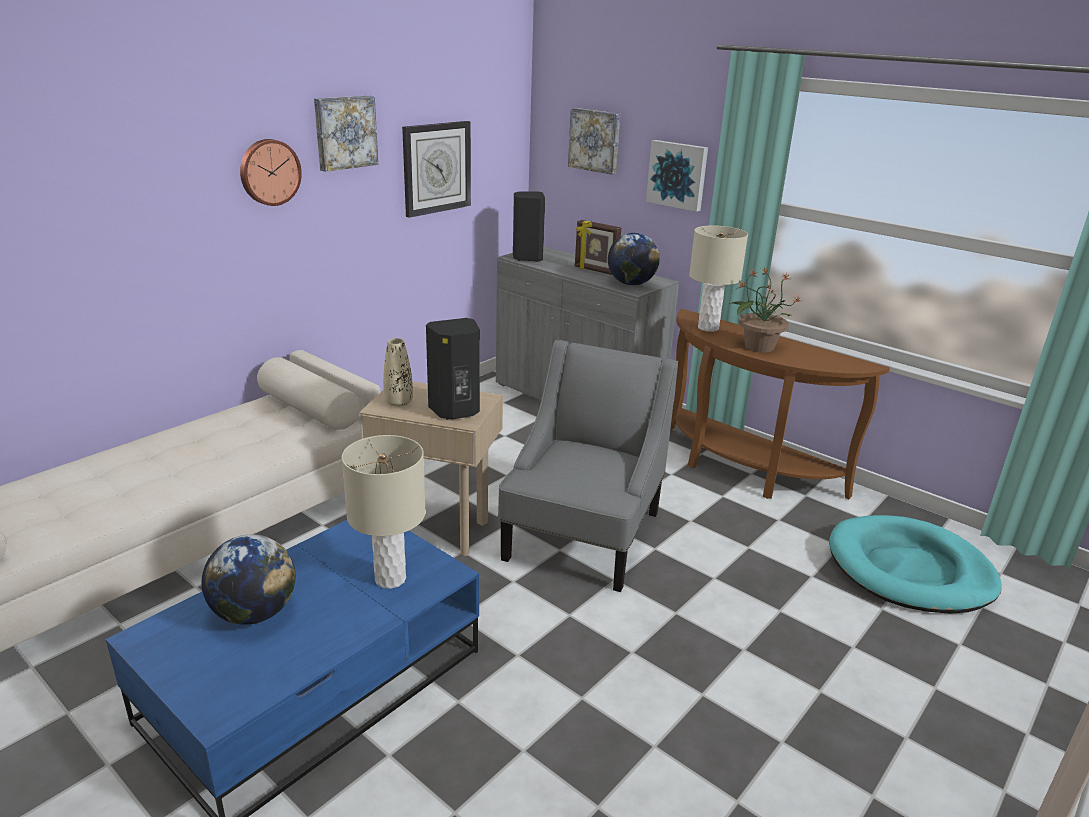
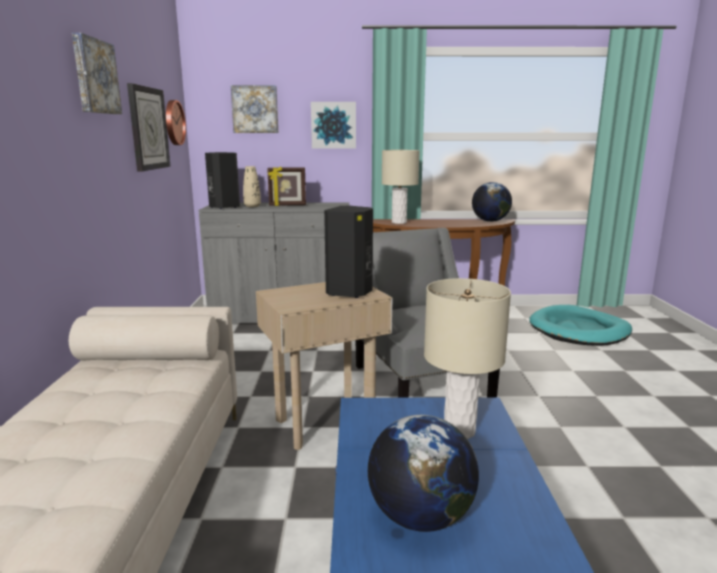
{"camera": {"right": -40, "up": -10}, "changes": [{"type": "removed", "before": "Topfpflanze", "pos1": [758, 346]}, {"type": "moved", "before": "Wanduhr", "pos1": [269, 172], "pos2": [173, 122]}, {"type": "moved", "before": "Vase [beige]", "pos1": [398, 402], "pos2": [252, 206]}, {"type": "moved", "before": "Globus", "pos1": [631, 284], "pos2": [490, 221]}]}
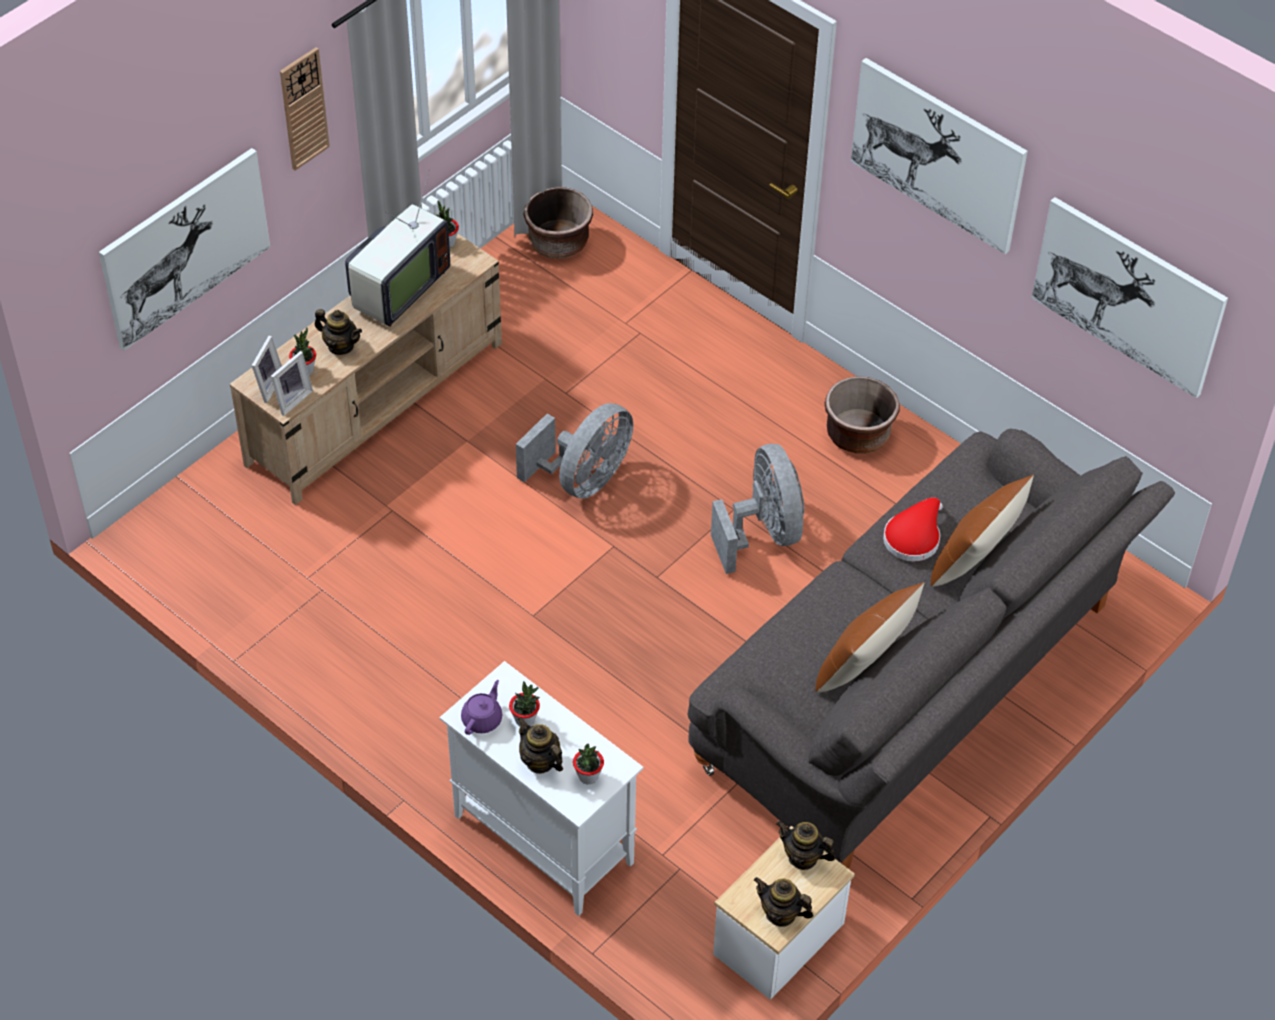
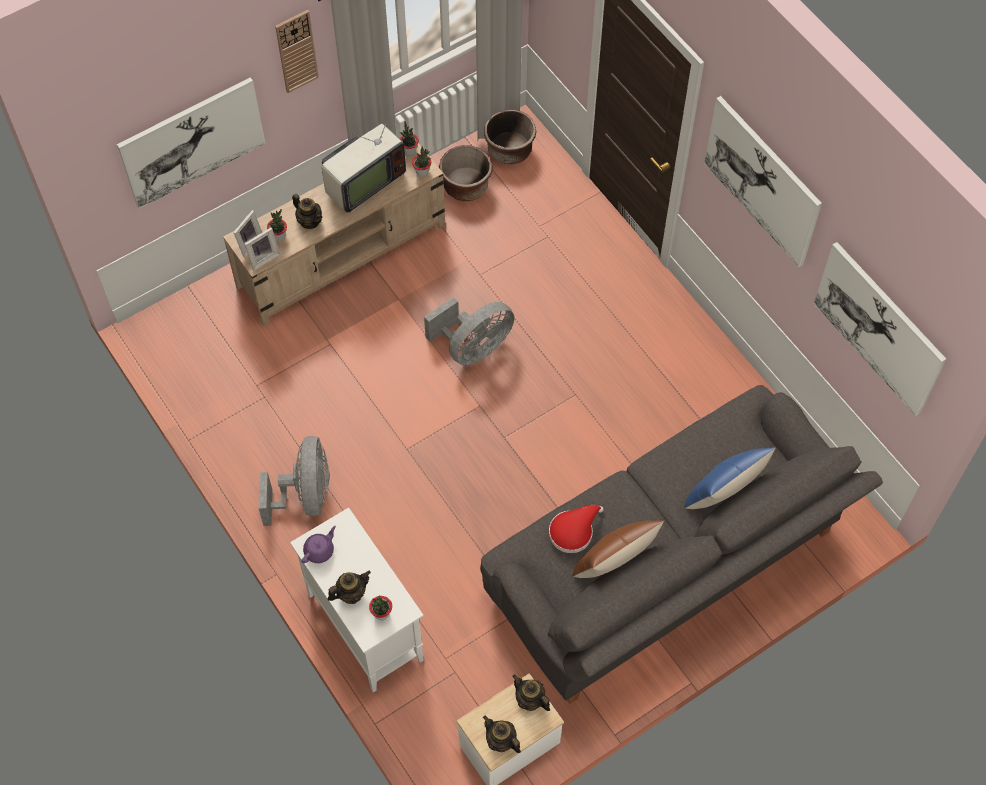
{"camera": {"right": 15, "up": 10}, "changes": [{"type": "moved", "before": "Topfpflanze", "pos1": [525, 720], "pos2": [422, 172]}, {"type": "moved", "before": "Ventilator [grau]", "pos1": [763, 533], "pos2": [305, 496]}, {"type": "moved", "before": "Pflanzkübel [braun]", "pos1": [858, 435], "pos2": [465, 186]}, {"type": "moved", "before": "Hut [rot]", "pos1": [913, 537], "pos2": [573, 531]}, {"type": "recoloured", "before": "Kissen [braun]", "after": "Kissen [blau]", "pos1": [974, 561], "pos2": [723, 494]}, {"type": "turned", "before": "Teekanne", "pos1": [540, 761], "pos2": [350, 593], "turn": 90}]}
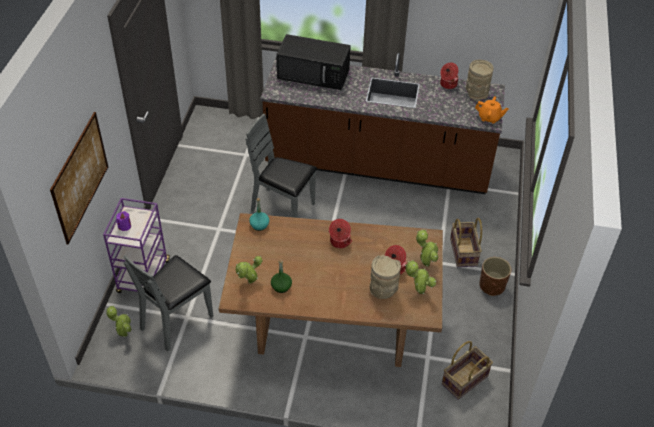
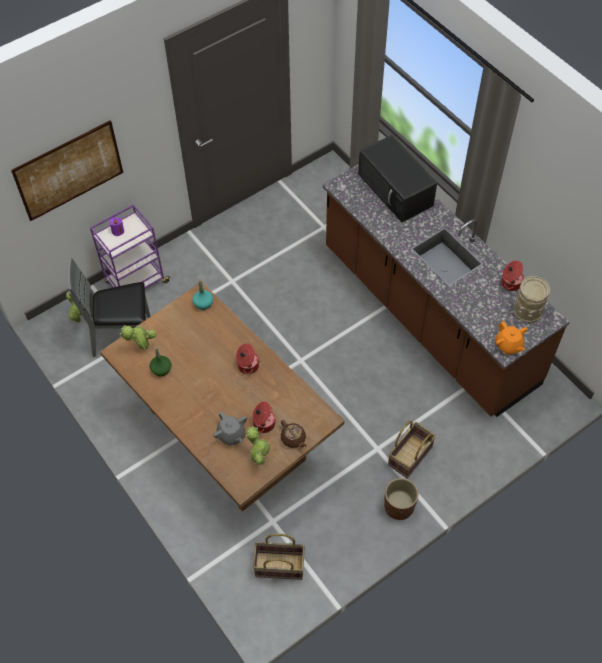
{"camera": {"right": 45, "up": 10}, "changes": [{"type": "removed", "before": "Stuhl [grau]", "pos1": [283, 208]}, {"type": "replaced", "before": "Vase [beige]", "after": "Teekanne [grau]", "pos1": [383, 291], "pos2": [231, 435]}, {"type": "replaced", "before": "Topfpflanze", "after": "Teekanne [braun]", "pos1": [425, 263], "pos2": [293, 439]}]}
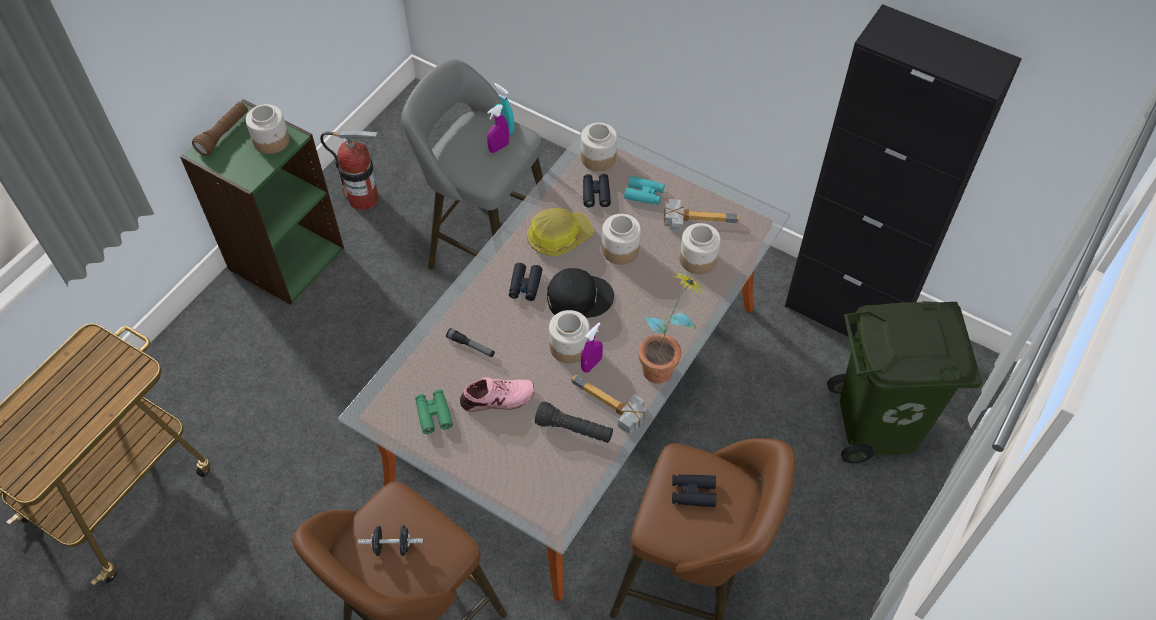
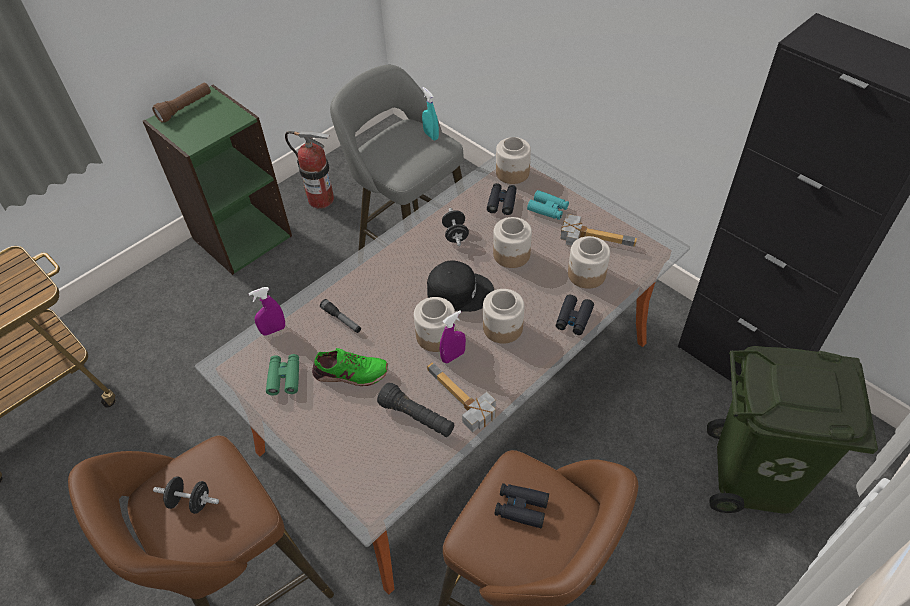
{"camera": {"right": 15, "up": -5}, "changes": [{"type": "removed", "before": "Topfpflanze", "pos1": [665, 364]}, {"type": "moved", "before": "Vorratsglas", "pos1": [272, 141], "pos2": [503, 328]}, {"type": "moved", "before": "Sprühflasche [lila]", "pos1": [499, 147], "pos2": [273, 330]}, {"type": "moved", "before": "Fernglas [schwarz]", "pos1": [525, 285], "pos2": [573, 318]}, {"type": "replaced", "before": "Schutzhelm", "after": "Hantel [schwarz]", "pos1": [558, 237], "pos2": [455, 234]}, {"type": "recoloured", "before": "Schuh [rosa]", "after": "Schuh [grün]", "pos1": [497, 399], "pos2": [350, 374]}]}
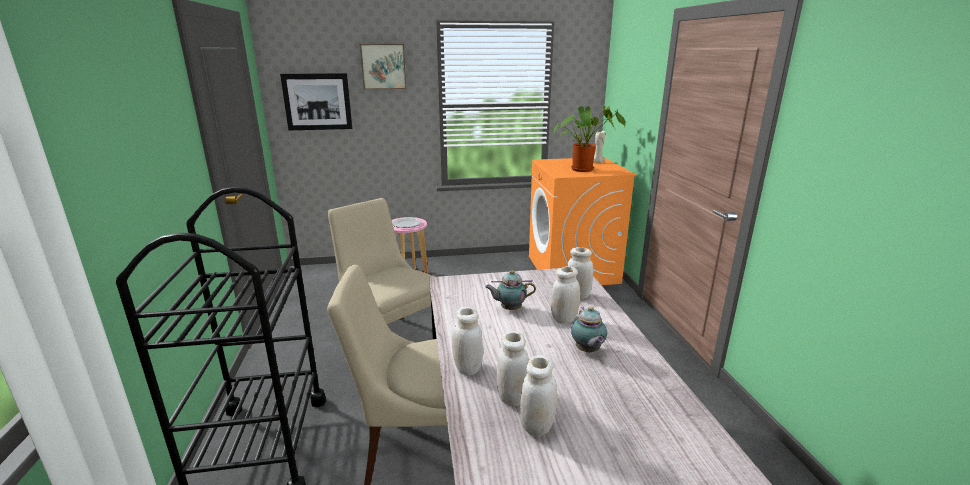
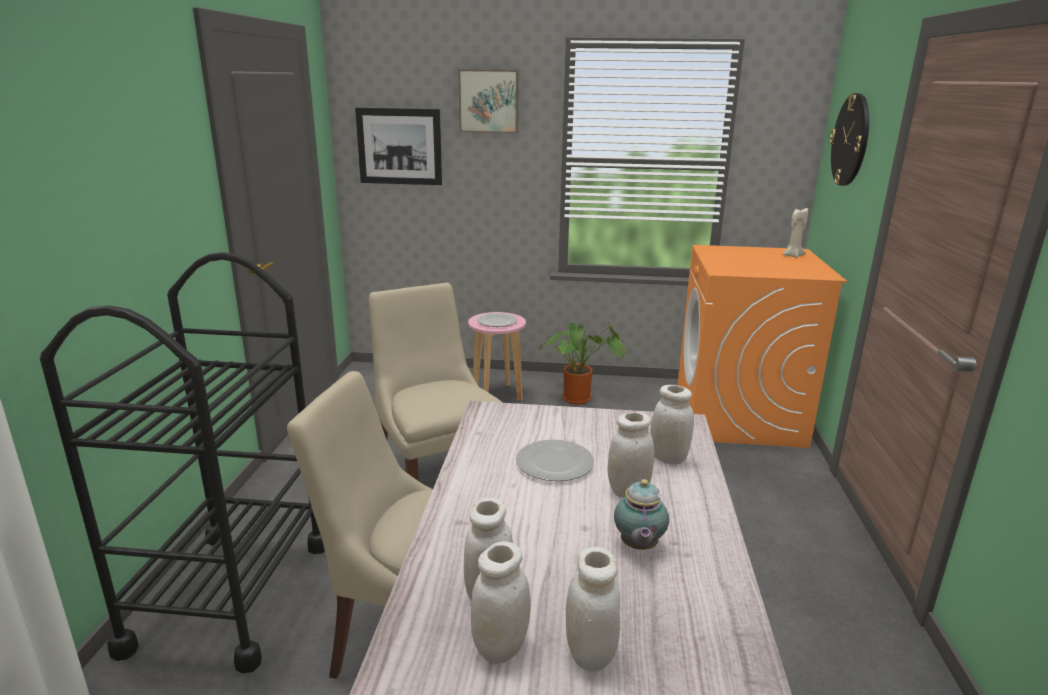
{"camera": {"right": 15, "up": 0}, "changes": [{"type": "added", "after": "Wanduhr", "pos2": [851, 140]}, {"type": "moved", "before": "Vorratsglas [weiß]", "pos1": [467, 368], "pos2": [590, 654]}, {"type": "moved", "before": "Topfpflanze", "pos1": [584, 169], "pos2": [580, 398]}, {"type": "replaced", "before": "Teekanne", "after": "Teller", "pos1": [509, 309], "pos2": [555, 463]}]}
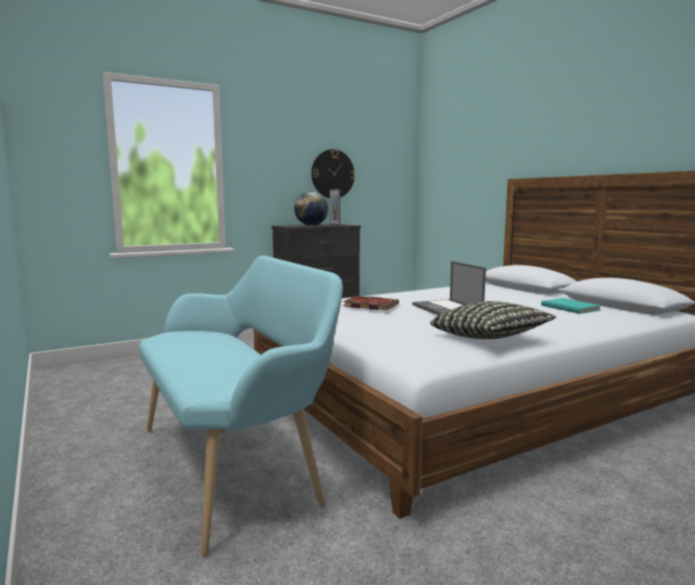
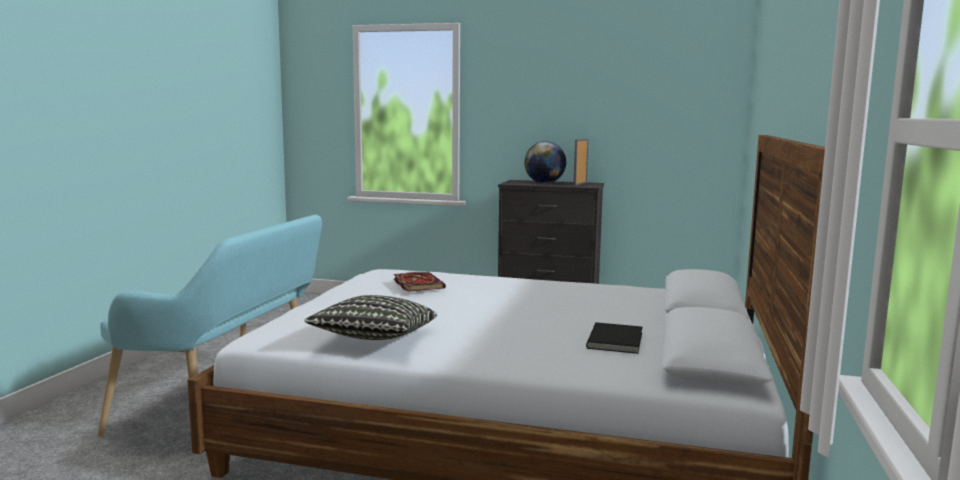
{"camera": {"right": 45, "up": 0}, "changes": [{"type": "removed", "before": "Wanduhr", "pos1": [332, 174]}, {"type": "removed", "before": "Laptop", "pos1": [447, 309]}, {"type": "recoloured", "before": "Buch [türkis]", "after": "Buch [schwarz]", "pos1": [570, 307], "pos2": [617, 340]}]}
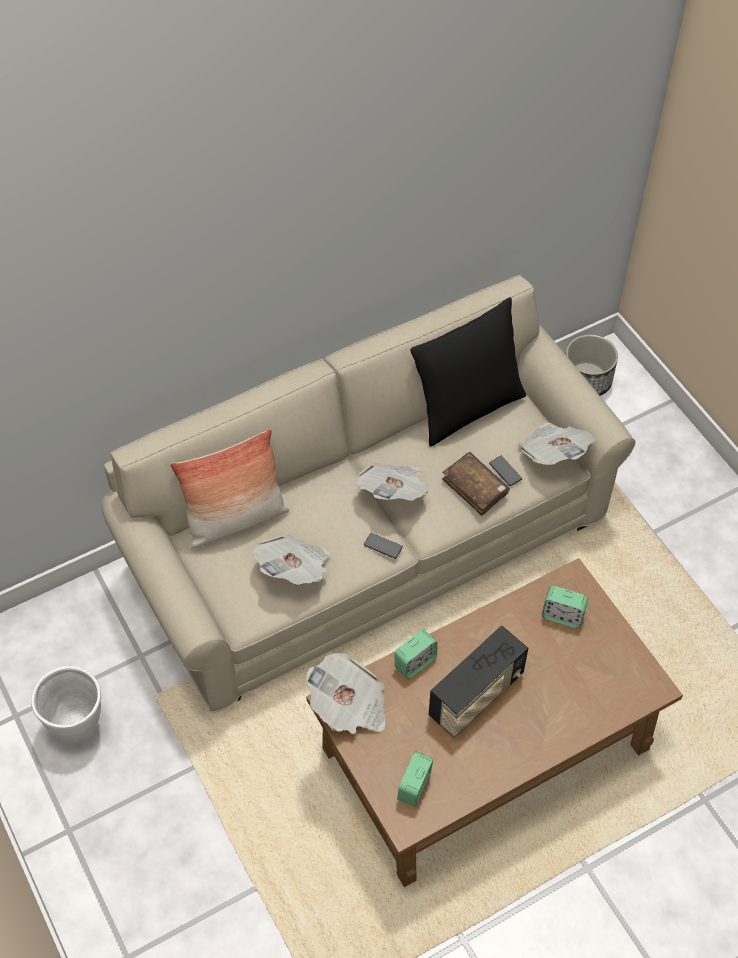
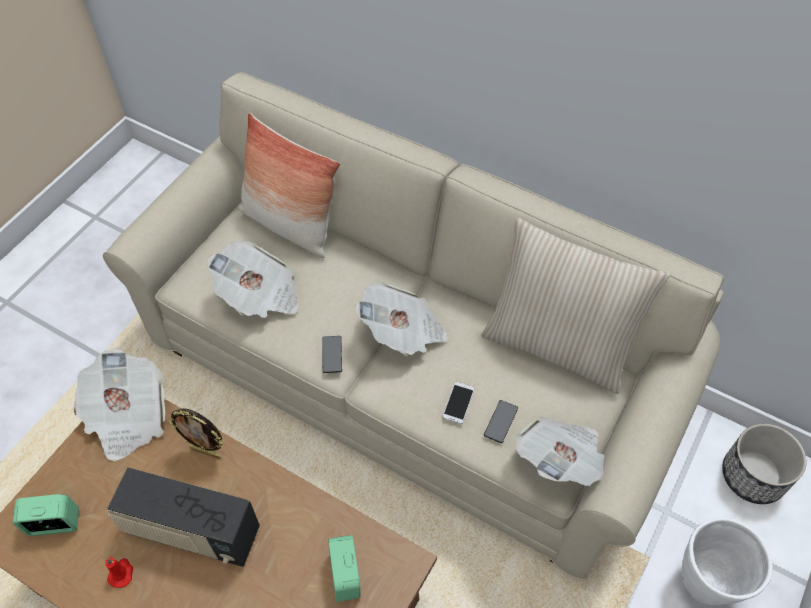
{"camera": {"right": 60, "up": 0}, "changes": [{"type": "added", "after": "Kerze [rot]", "pos2": [121, 573]}, {"type": "moved", "before": "Pflanzkübel [weiß]", "pos1": [78, 726], "pos2": [705, 583]}, {"type": "replaced", "before": "Wecker", "after": "Bilderrahmen", "pos1": [415, 663], "pos2": [206, 452]}, {"type": "replaced", "before": "Buch [braun]", "after": "Handy", "pos1": [475, 488], "pos2": [458, 403]}, {"type": "recoloured", "before": "Kissen [schwarz]", "after": "Kissen [beige]", "pos1": [466, 407], "pos2": [557, 345]}]}
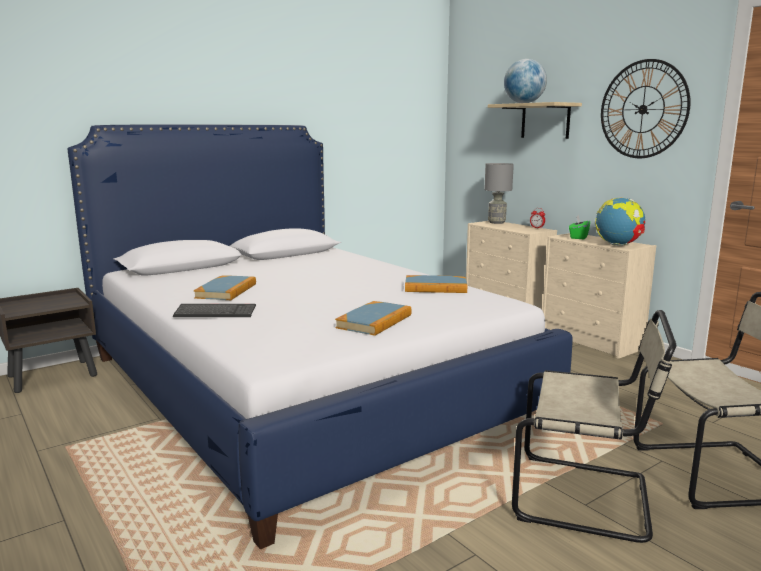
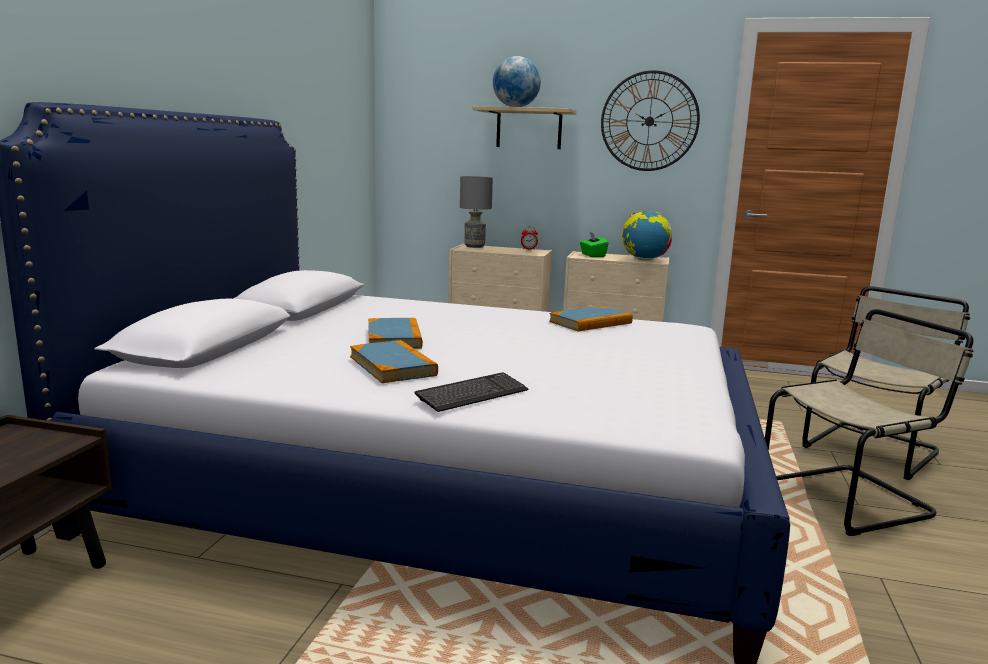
{"camera": {"right": -40, "up": 0}, "changes": [{"type": "moved", "before": "Buch", "pos1": [374, 321], "pos2": [394, 338]}]}
